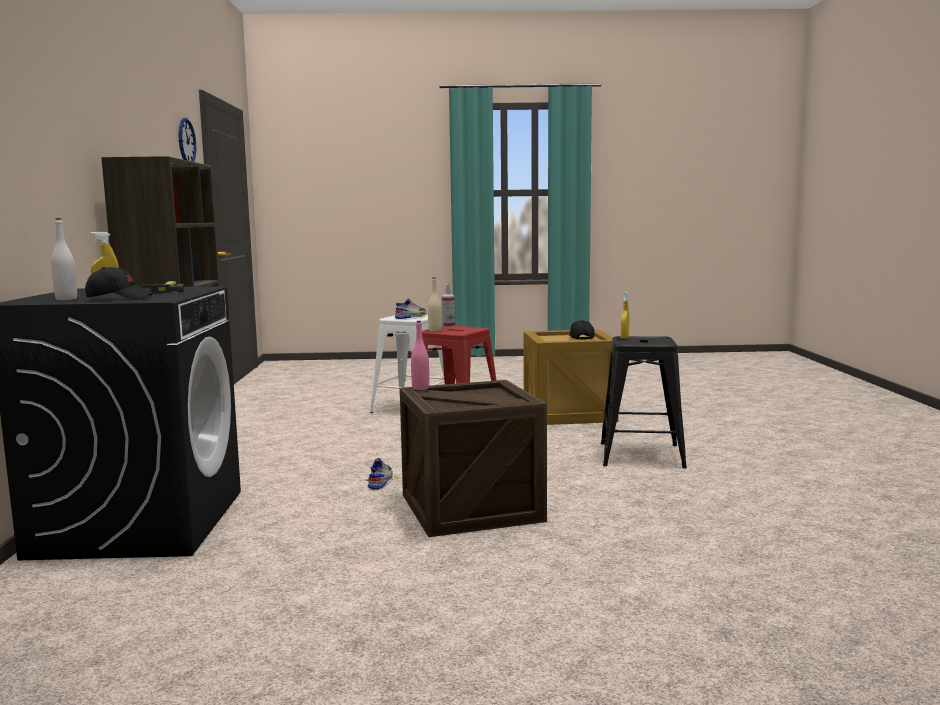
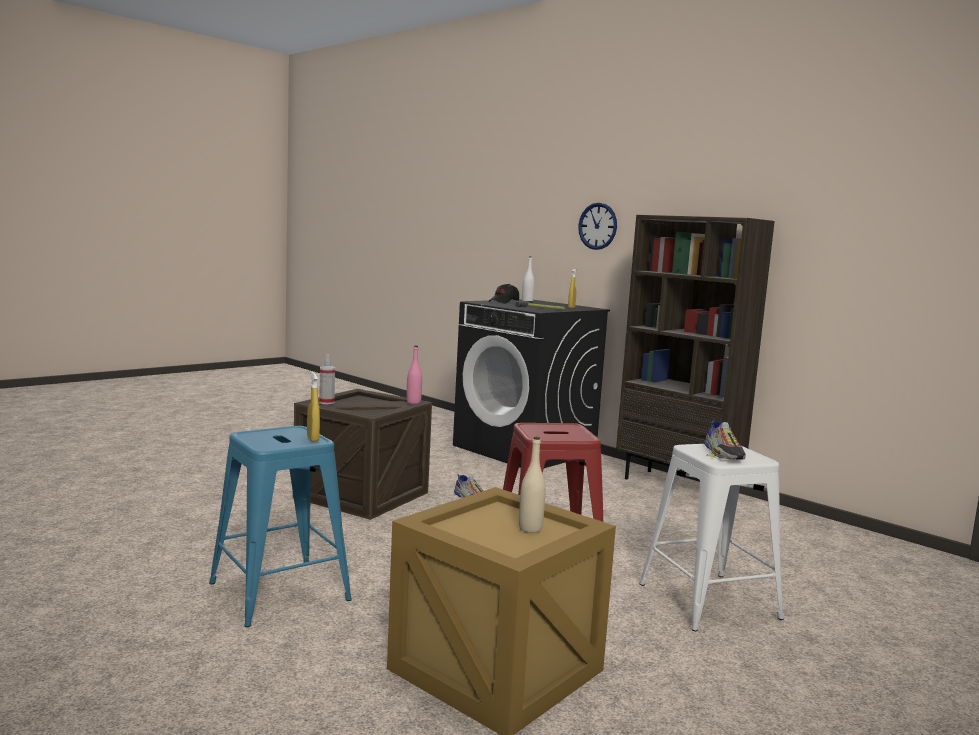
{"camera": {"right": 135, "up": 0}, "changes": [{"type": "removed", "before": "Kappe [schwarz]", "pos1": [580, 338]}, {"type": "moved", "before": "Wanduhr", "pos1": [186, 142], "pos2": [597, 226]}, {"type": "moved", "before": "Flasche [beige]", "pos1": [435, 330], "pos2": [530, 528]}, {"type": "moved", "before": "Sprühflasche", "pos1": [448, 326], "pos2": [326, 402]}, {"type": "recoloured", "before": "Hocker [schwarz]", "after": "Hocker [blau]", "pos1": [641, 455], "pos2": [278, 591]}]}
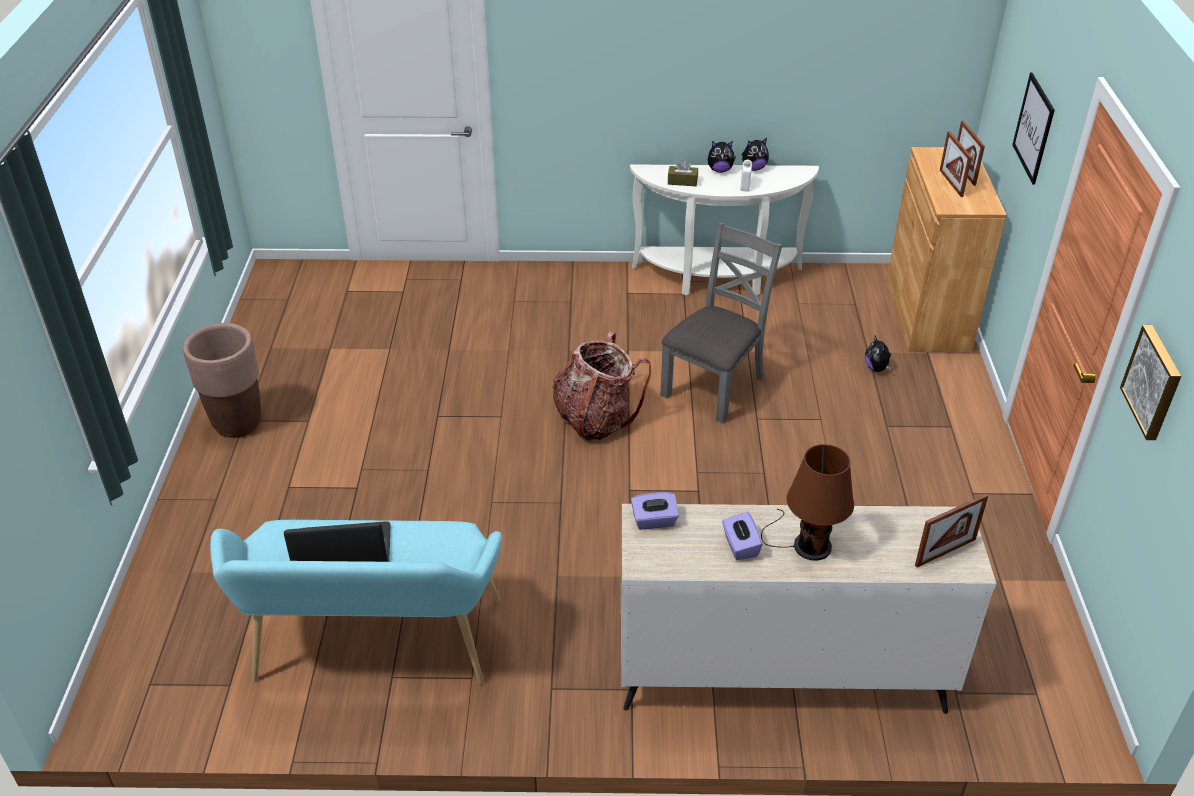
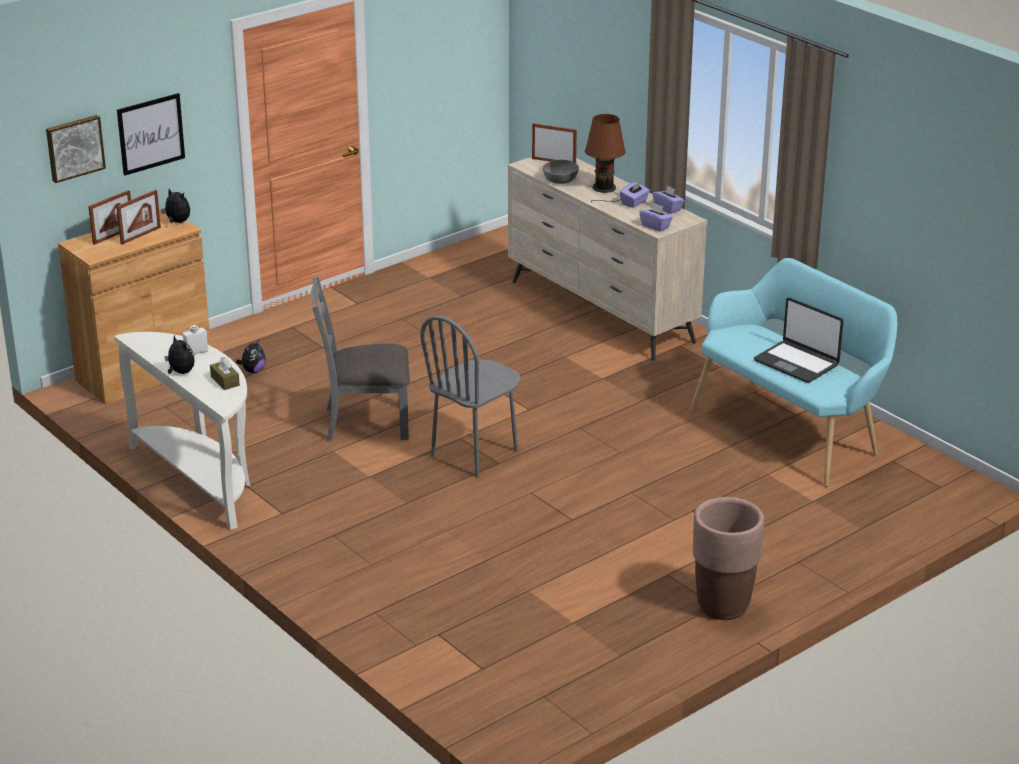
{"camera": {"right": -130, "up": -10}, "changes": [{"type": "added", "after": "Schüssel [grau]", "pos2": [560, 180]}, {"type": "added", "after": "Taschentuchbox [lila]", "pos2": [668, 208]}, {"type": "moved", "before": "Plüschtier", "pos1": [753, 168], "pos2": [177, 222]}, {"type": "moved", "before": "Bild", "pos1": [1154, 382], "pos2": [74, 147]}, {"type": "replaced", "before": "Rucksack", "after": "Stuhl [grau]", "pos1": [595, 419], "pos2": [475, 453]}]}
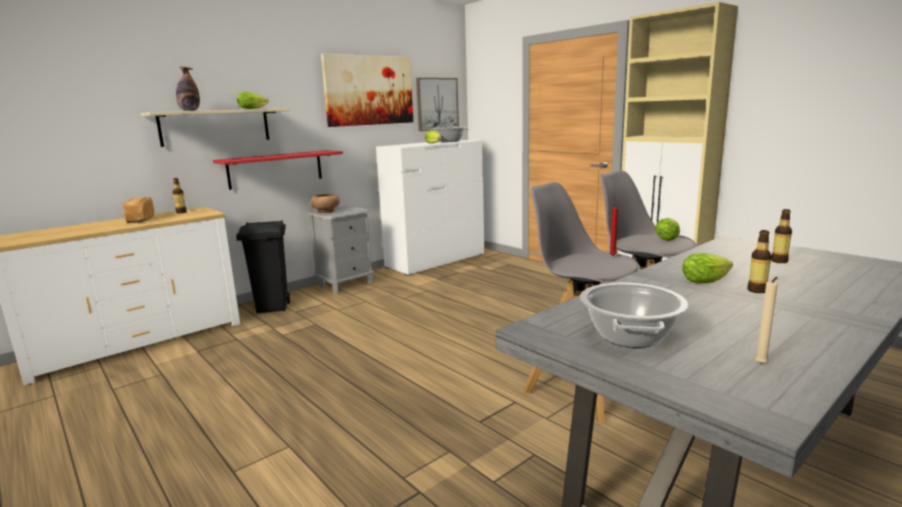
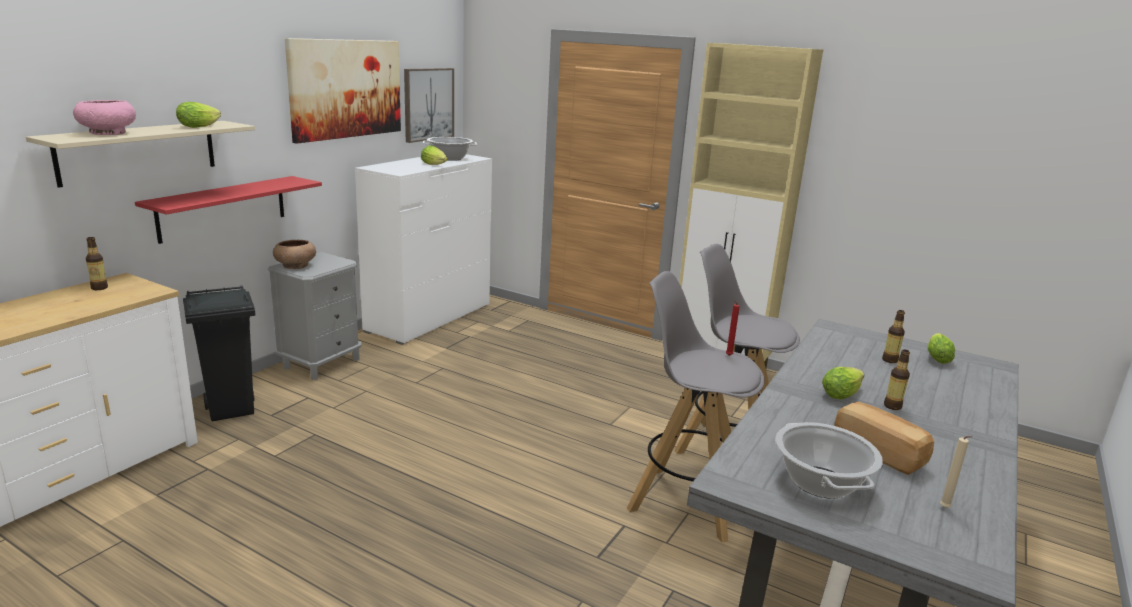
{"camera": {"right": -20, "up": 5}, "changes": [{"type": "moved", "before": "Brot", "pos1": [142, 219], "pos2": [879, 452]}, {"type": "moved", "before": "Salatkopf", "pos1": [669, 238], "pos2": [937, 357]}, {"type": "replaced", "before": "Flasche", "after": "Schüssel [rosa]", "pos1": [189, 110], "pos2": [107, 133]}]}
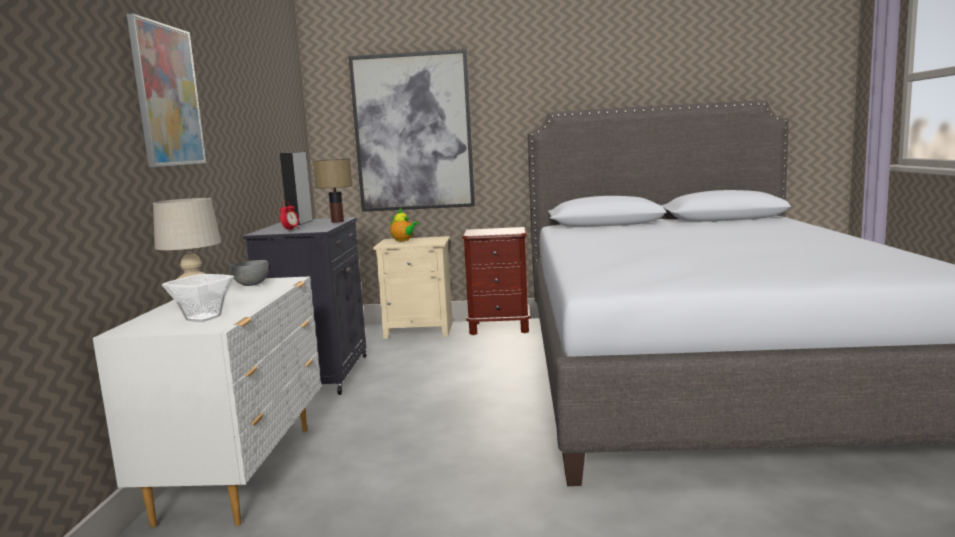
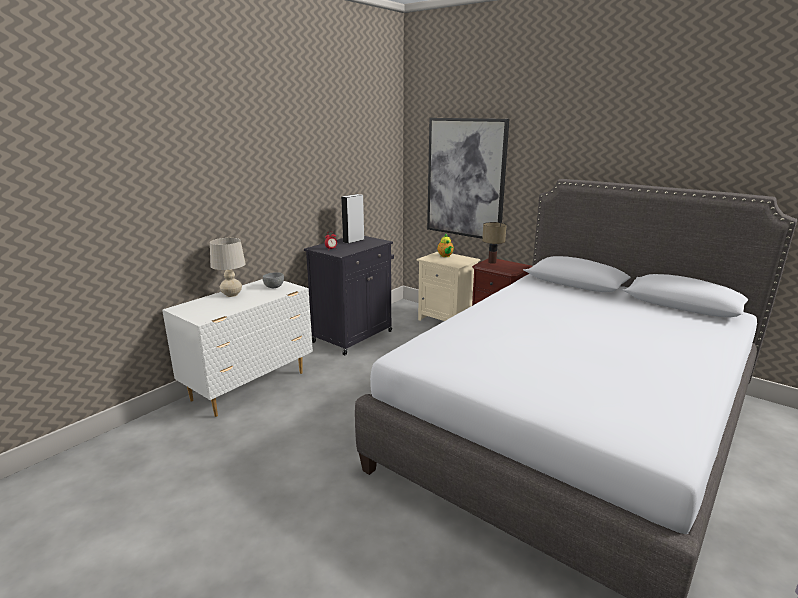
{"camera": {"right": 35, "up": 10}, "changes": [{"type": "removed", "before": "Bild", "pos1": [167, 95]}, {"type": "removed", "before": "Schüssel", "pos1": [201, 318]}, {"type": "moved", "before": "Tischlampe", "pos1": [337, 222], "pos2": [491, 262]}]}
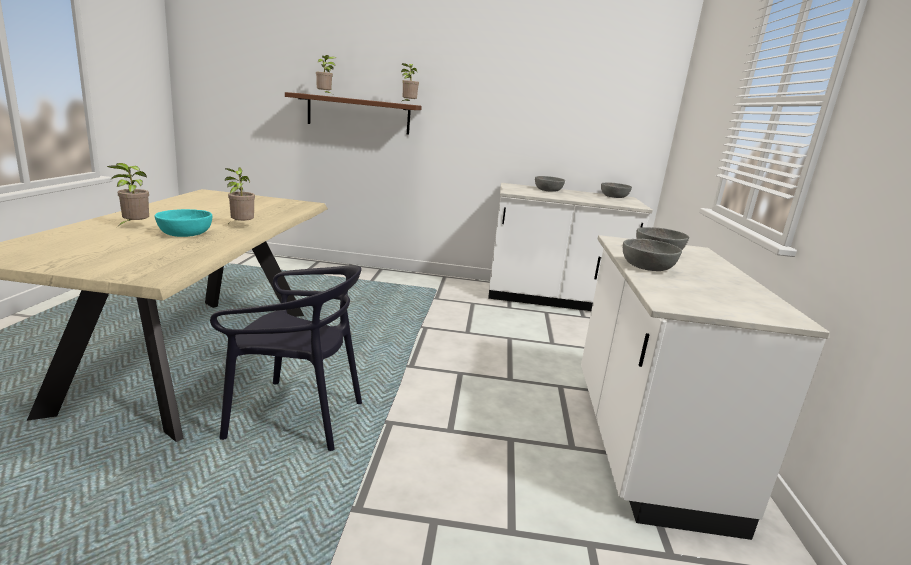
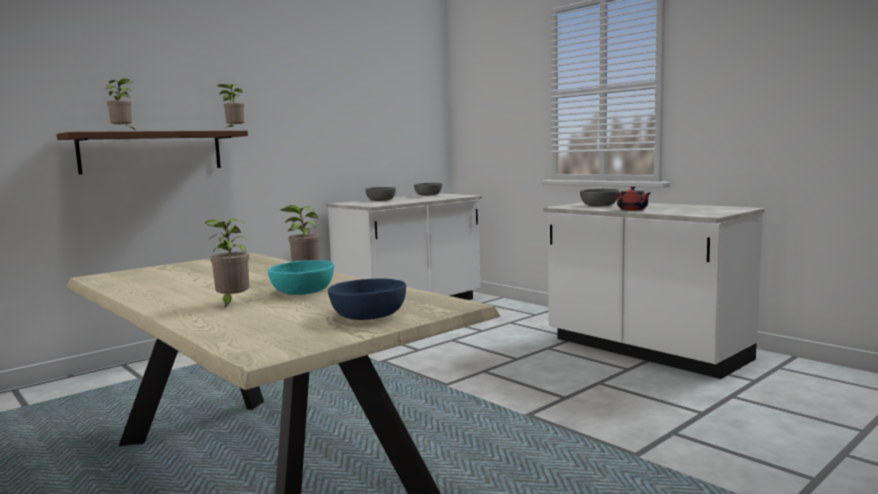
{"camera": {"right": -45, "up": -10}, "changes": [{"type": "removed", "before": "Stuhl [schwarz]", "pos1": [295, 417]}, {"type": "added", "after": "Schüssel [blau]", "pos2": [368, 315]}, {"type": "replaced", "before": "Schüssel [grau]", "after": "Teekanne [rot]", "pos1": [647, 267], "pos2": [632, 209]}]}
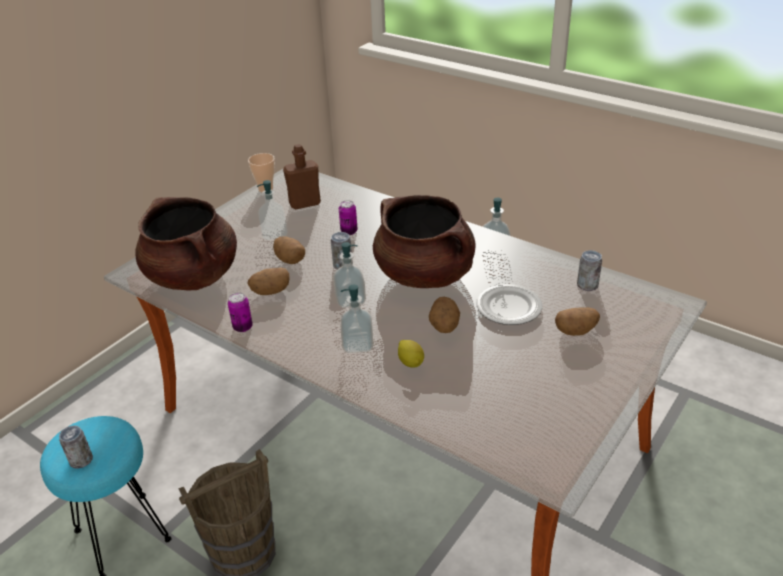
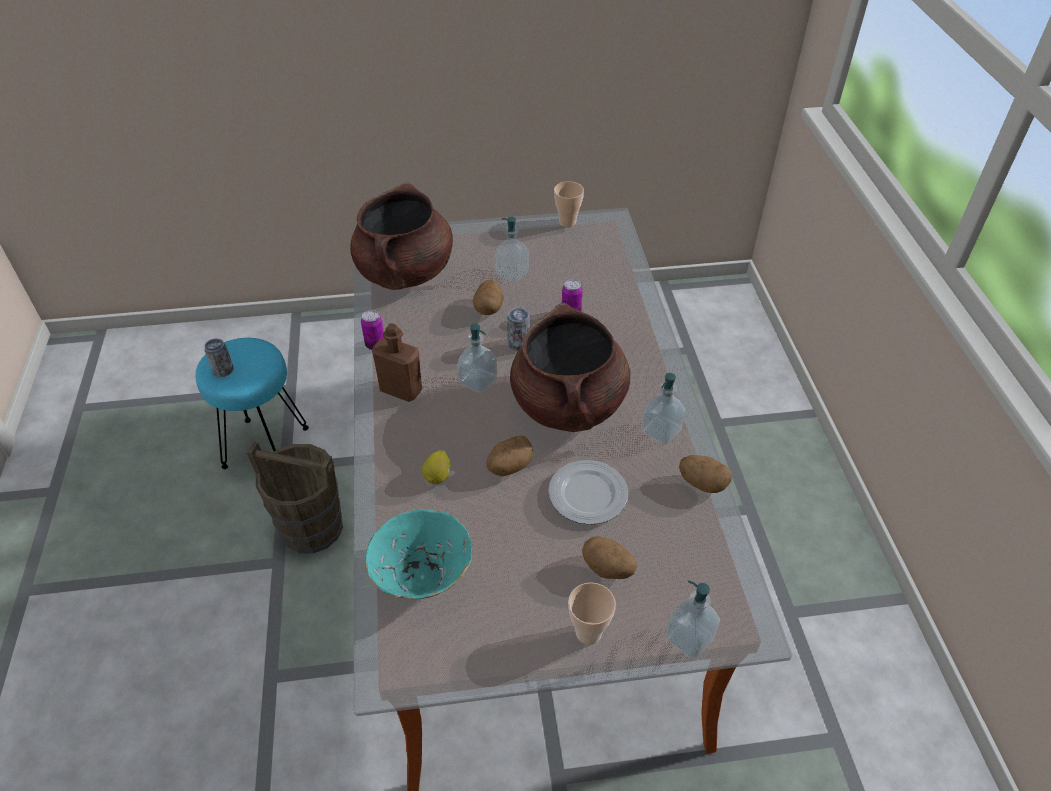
{"camera": {"right": 45, "up": 10}, "changes": [{"type": "removed", "before": "Dose", "pos1": [587, 285]}, {"type": "added", "after": "Schüssel [türkis]", "pos2": [422, 574]}, {"type": "added", "after": "Tasse", "pos2": [588, 632]}, {"type": "moved", "before": "Kartoffel", "pos1": [270, 291], "pos2": [702, 483]}, {"type": "moved", "before": "Flasche [braun]", "pos1": [305, 203], "pos2": [401, 390]}, {"type": "moved", "before": "Seifenspender", "pos1": [358, 344], "pos2": [689, 638]}]}
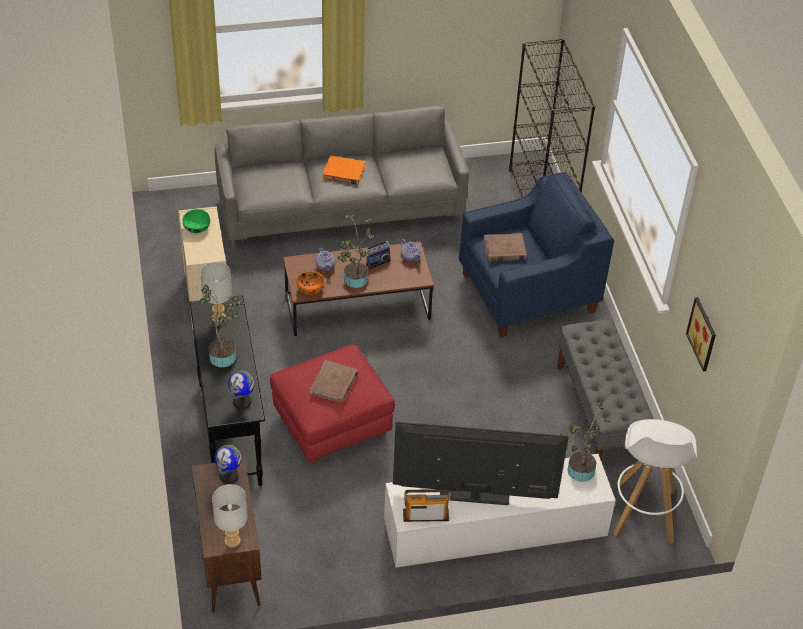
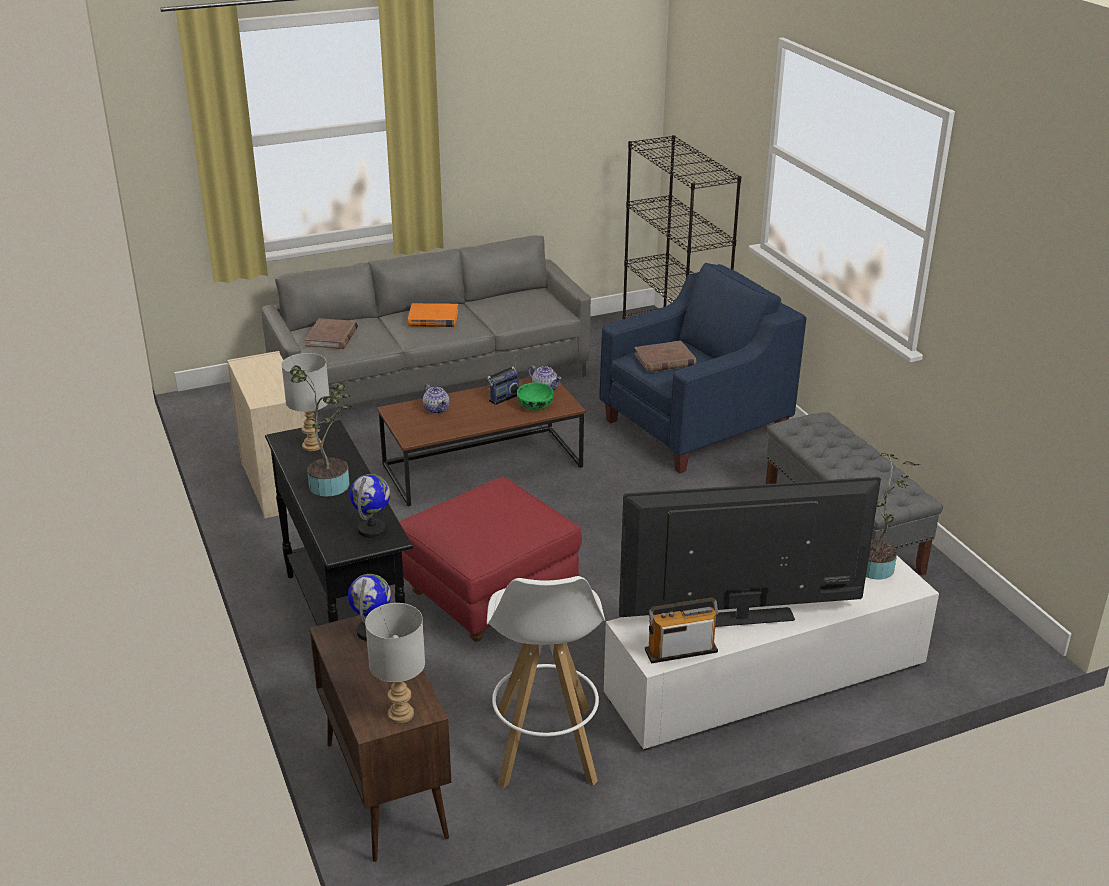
{"camera": {"right": -10, "up": -15}, "changes": [{"type": "removed", "before": "Schüssel [orange]", "pos1": [310, 288]}, {"type": "removed", "before": "Topfpflanze", "pos1": [354, 281]}, {"type": "removed", "before": "Bild", "pos1": [704, 333]}, {"type": "moved", "before": "Schüssel [grün]", "pos1": [196, 228], "pos2": [534, 406]}, {"type": "moved", "before": "Buch [braun]", "pos1": [334, 383], "pos2": [332, 337]}, {"type": "moved", "before": "Hocker [weiß]", "pos1": [644, 513], "pos2": [545, 748]}]}
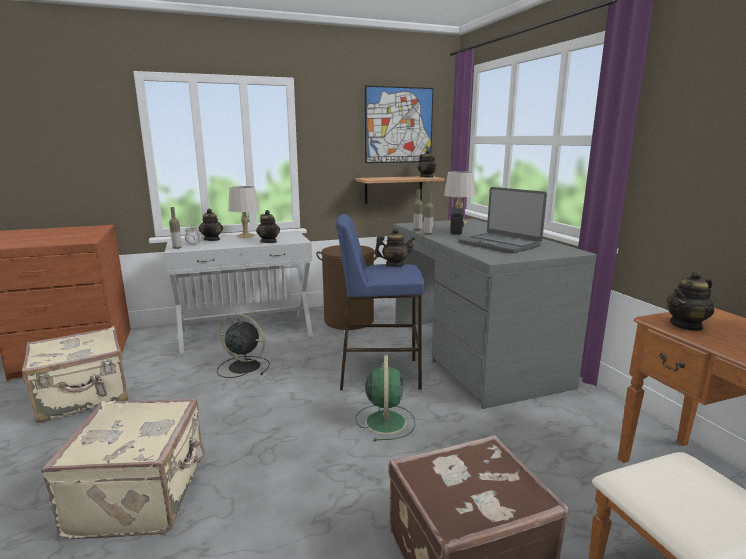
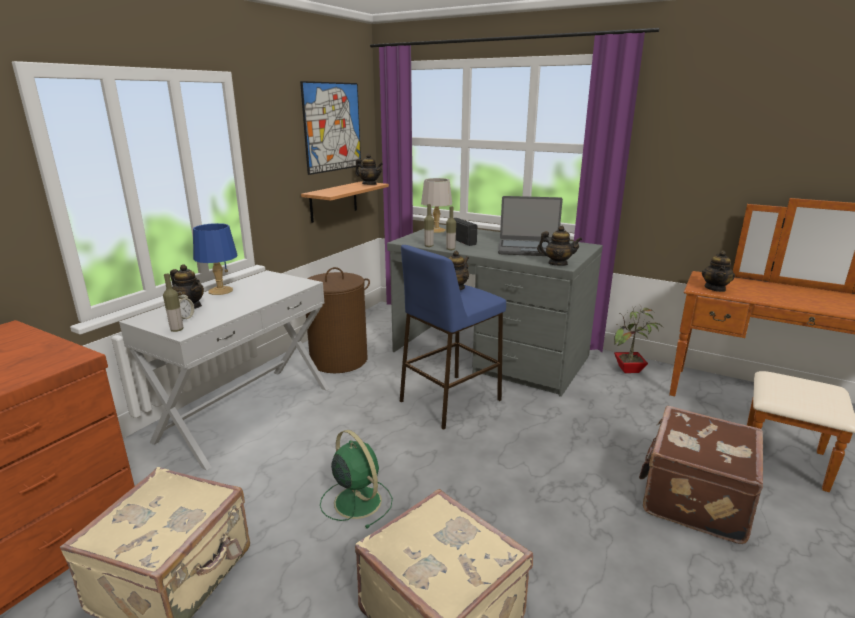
{"camera": {"right": -40, "up": 5}, "changes": [{"type": "removed", "before": "Ventilator [schwarz]", "pos1": [243, 367]}, {"type": "added", "after": "Topfpflanze", "pos2": [629, 370]}, {"type": "moved", "before": "Teekanne", "pos1": [269, 241], "pos2": [557, 264]}, {"type": "moved", "before": "Ventilator [grün]", "pos1": [385, 421], "pos2": [356, 500]}, {"type": "recoloured", "before": "Tischlampe [grau]", "after": "Tischlampe [blau]", "pos1": [246, 236], "pos2": [220, 291]}]}
